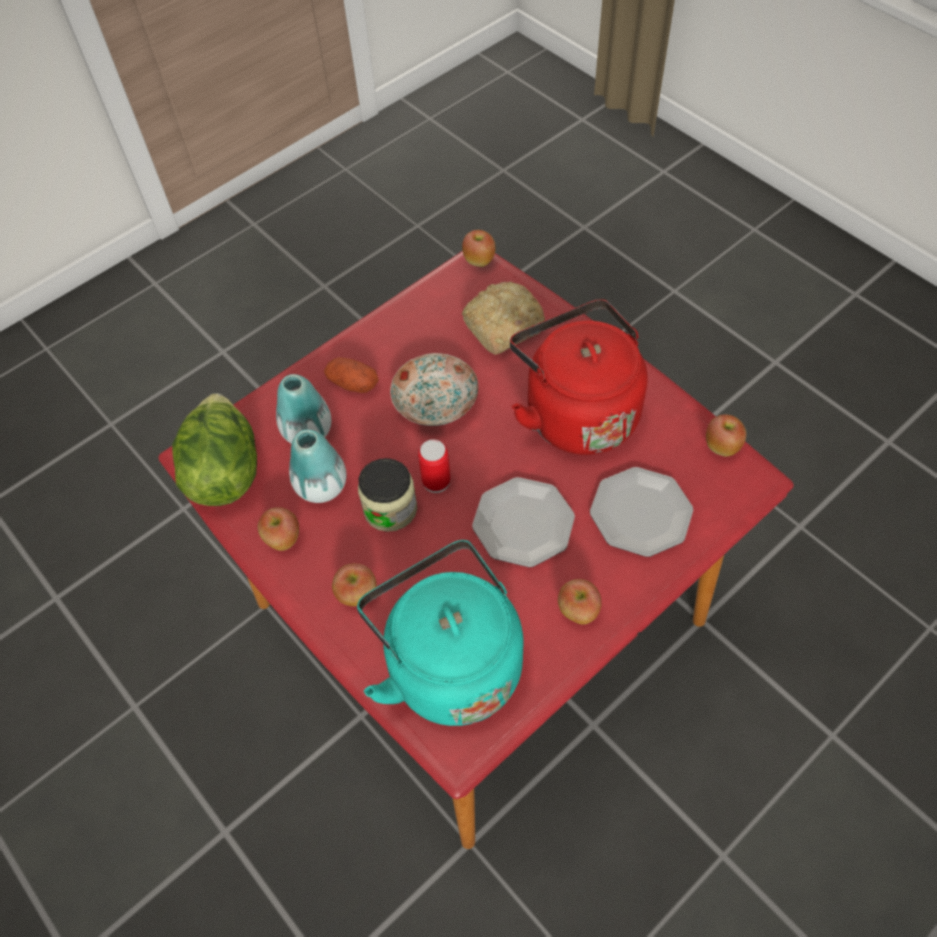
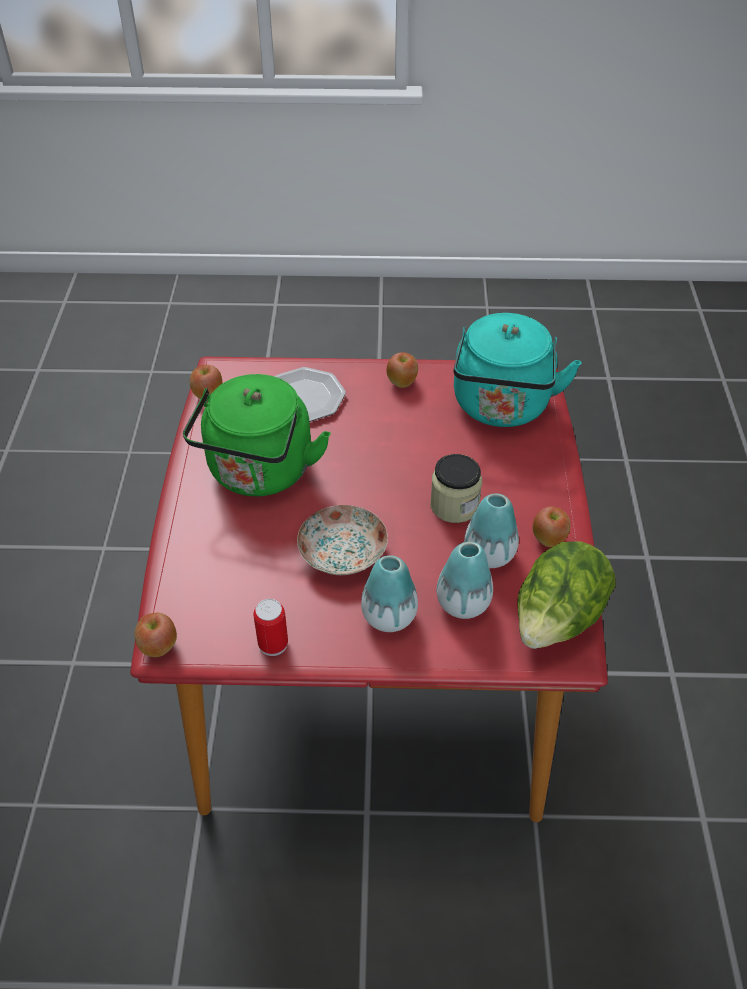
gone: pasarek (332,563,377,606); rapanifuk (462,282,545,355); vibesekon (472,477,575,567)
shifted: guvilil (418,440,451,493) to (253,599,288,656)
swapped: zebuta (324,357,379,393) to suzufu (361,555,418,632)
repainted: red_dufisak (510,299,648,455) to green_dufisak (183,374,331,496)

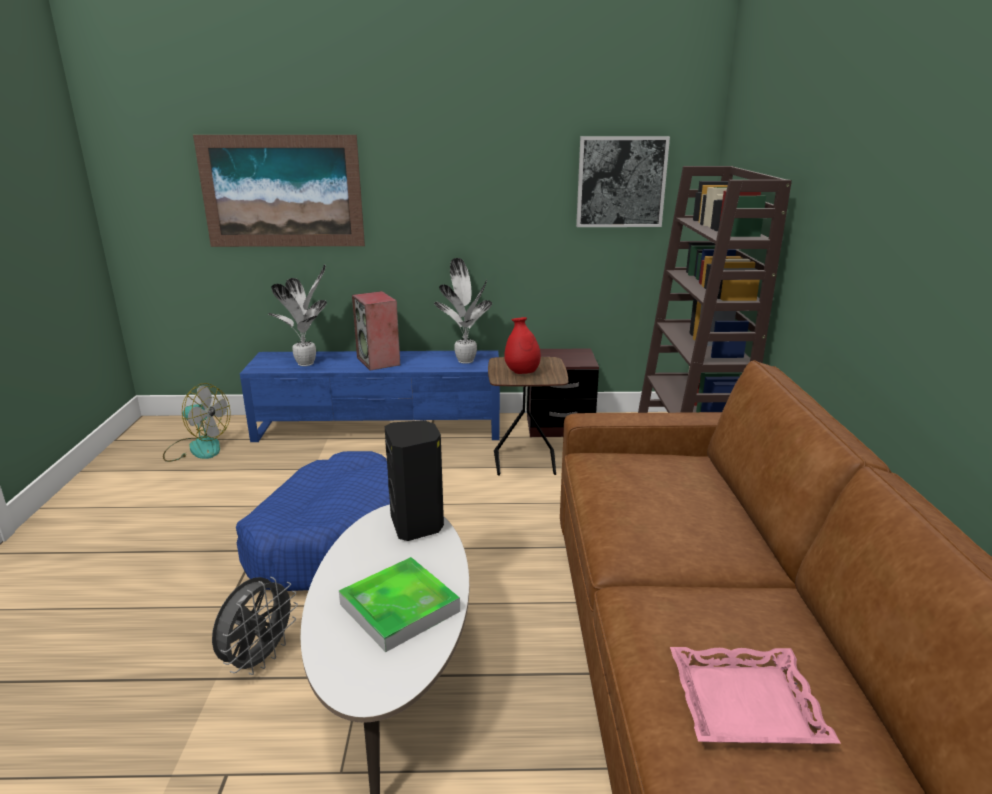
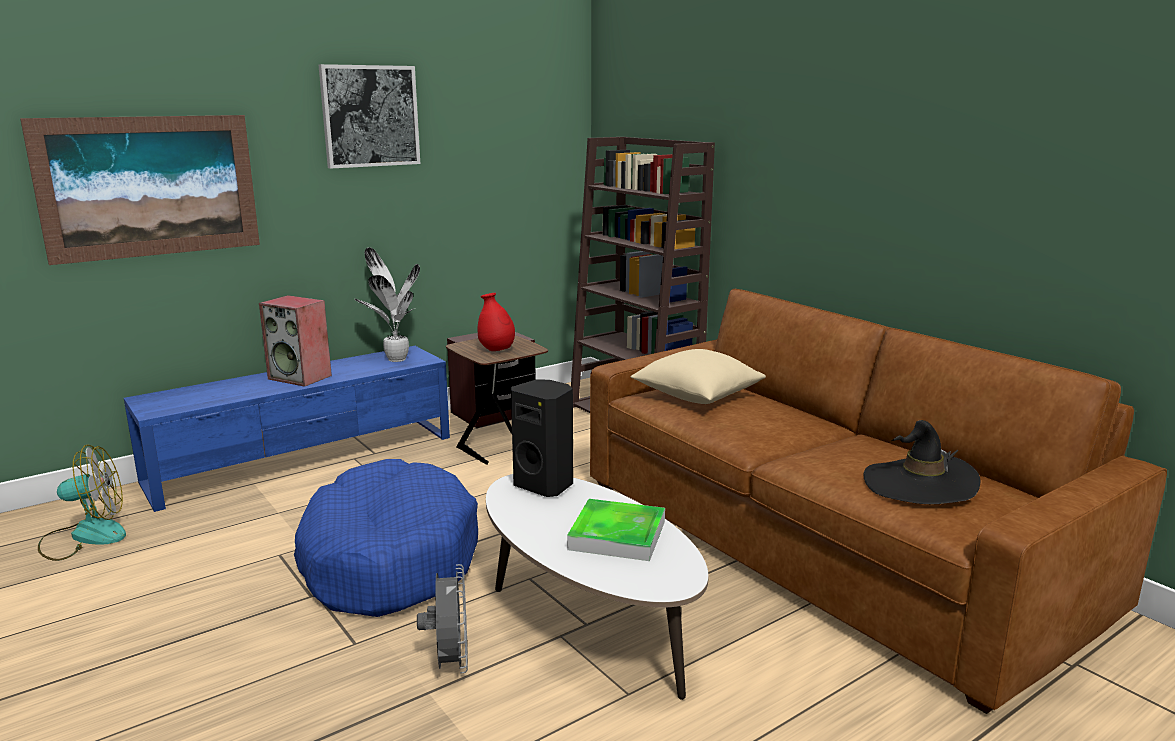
gone: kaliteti (268,264,327,366)
new: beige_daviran (631,349,766,404)
shifted: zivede (576,136,670,227) to (318,64,420,169)
swapped: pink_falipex (670,647,841,744) to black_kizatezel (863,420,980,504)

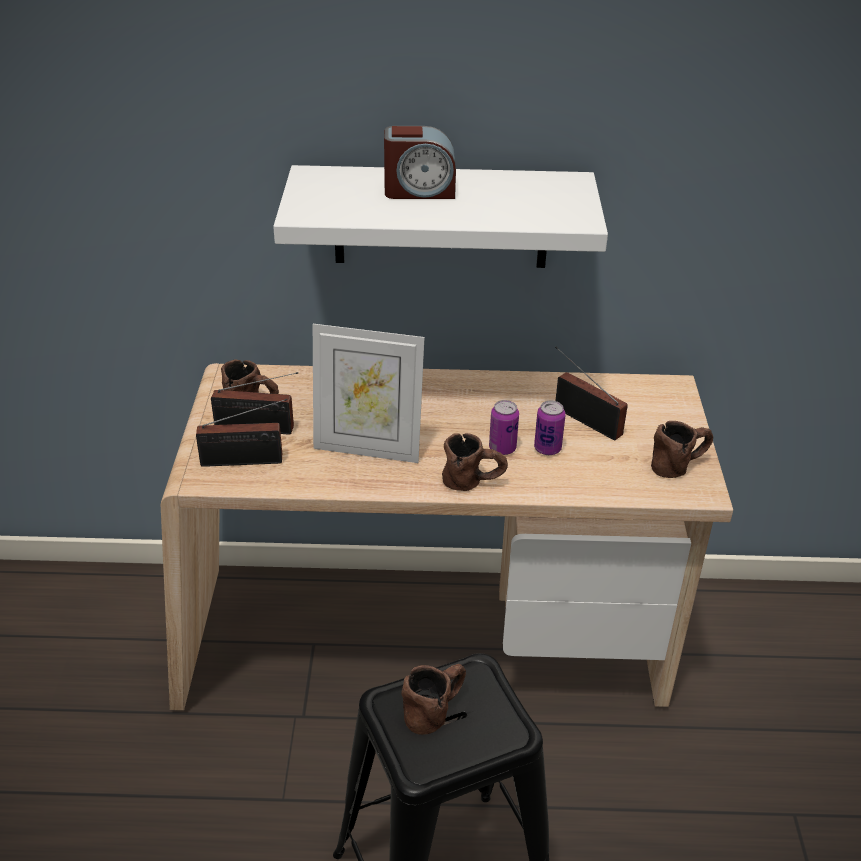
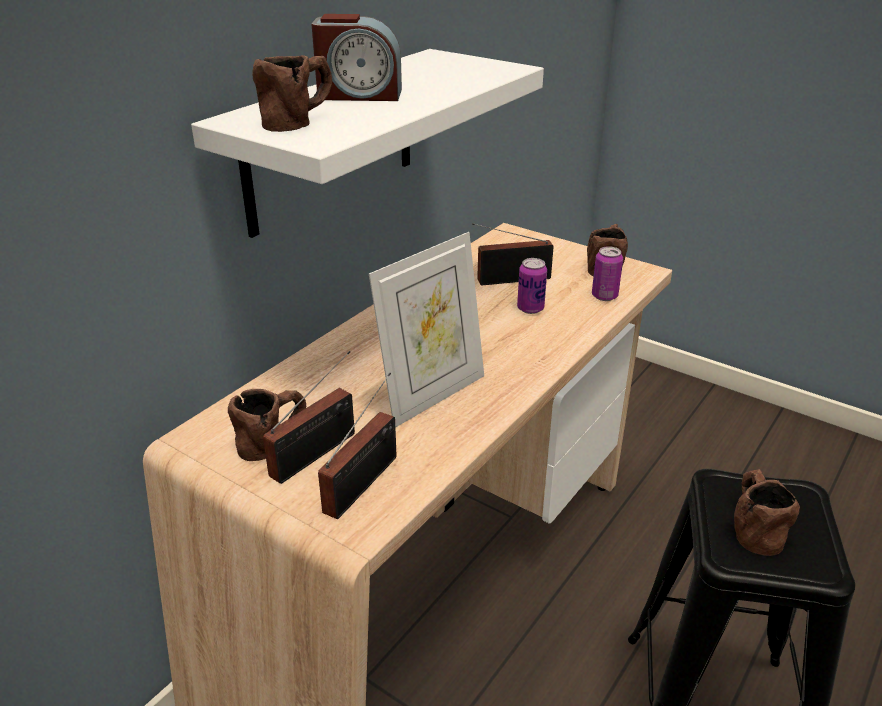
shifted: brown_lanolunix (442,433,508,491) to (252,55,332,132); guvilil (489,400,519,455) to (592,246,623,301)
rotated: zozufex (384,126,456,199) = (312,14,402,101) 60 degrees clockwise

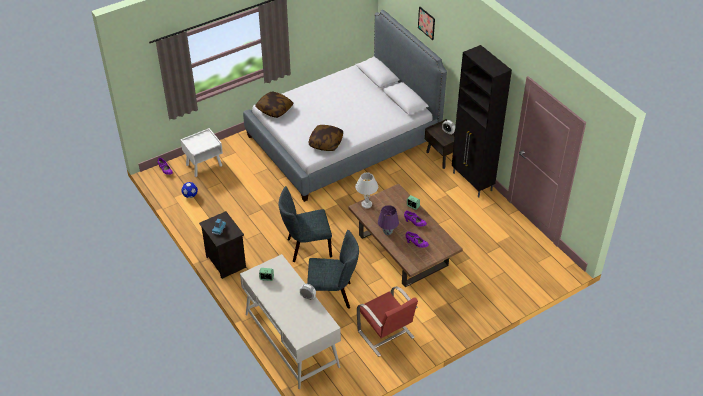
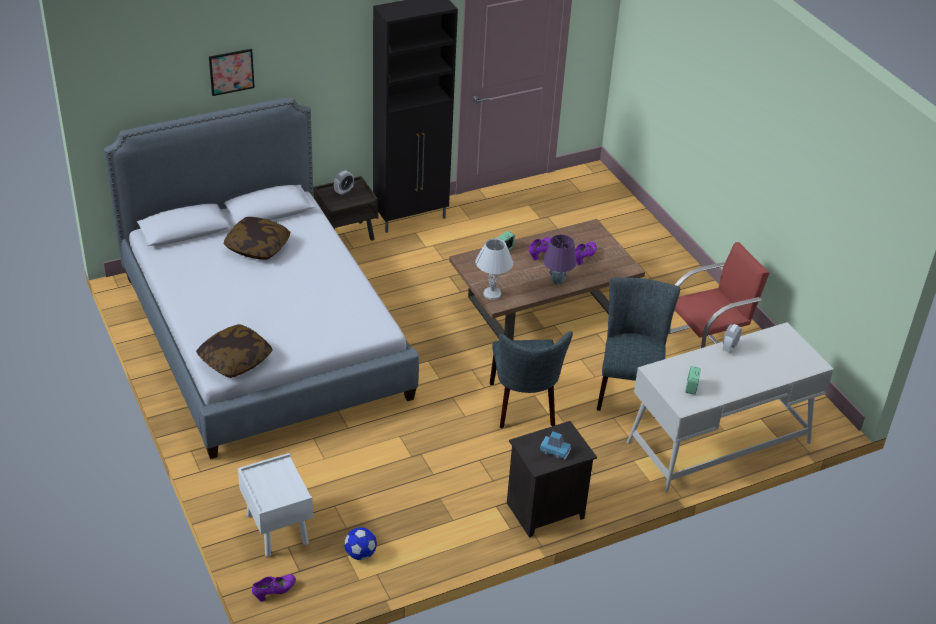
shifted: daviran (309,125,343,151) to (224,217,290,260)

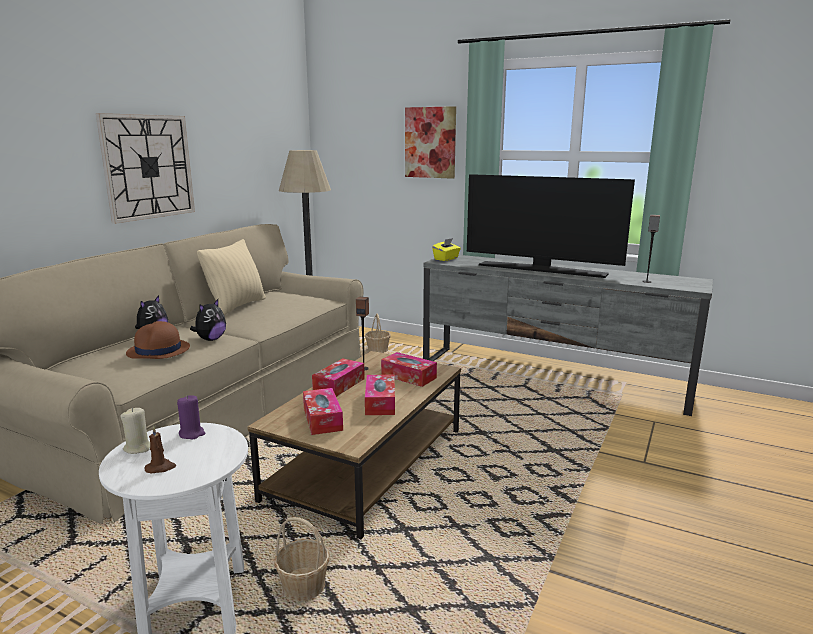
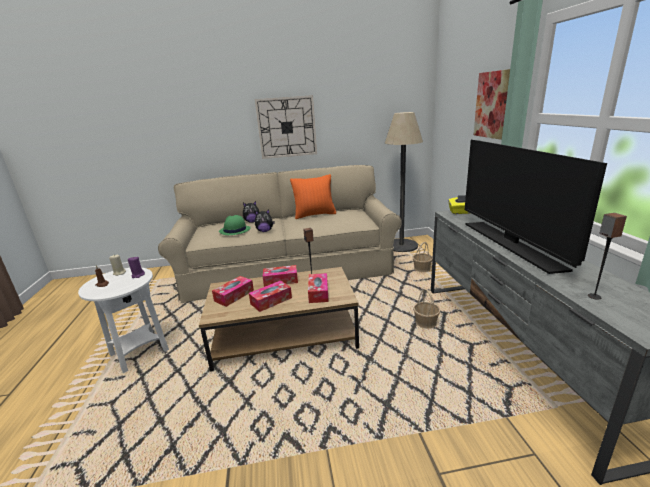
shifted: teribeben (274,517,330,601) to (413,289,440,329)
repainted: brown_kizatezel (126,321,190,359) to green_kizatezel (219,215,251,235); beige_daviran (197,239,266,315) to orange_daviran (290,174,336,219)

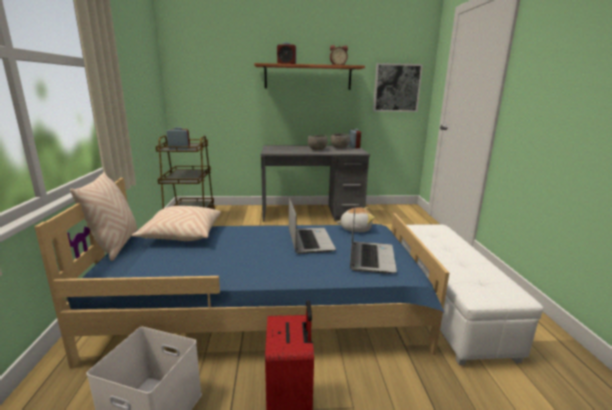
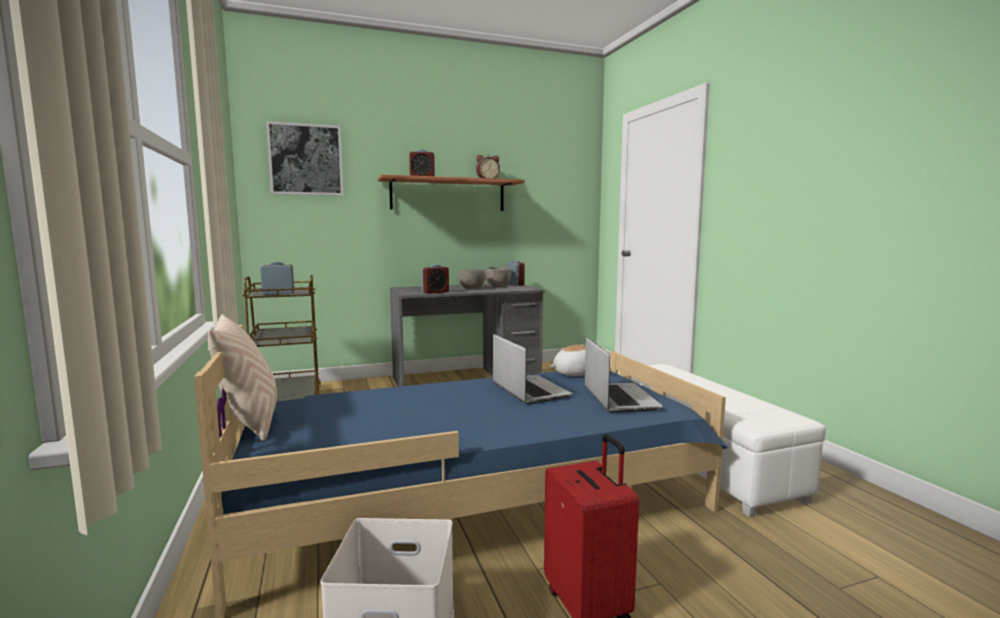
gone: beige_daviran (132,206,221,241)
new: zozufex (421,264,449,294)
shifted: zivede (373,63,423,112) to (266,121,343,196)

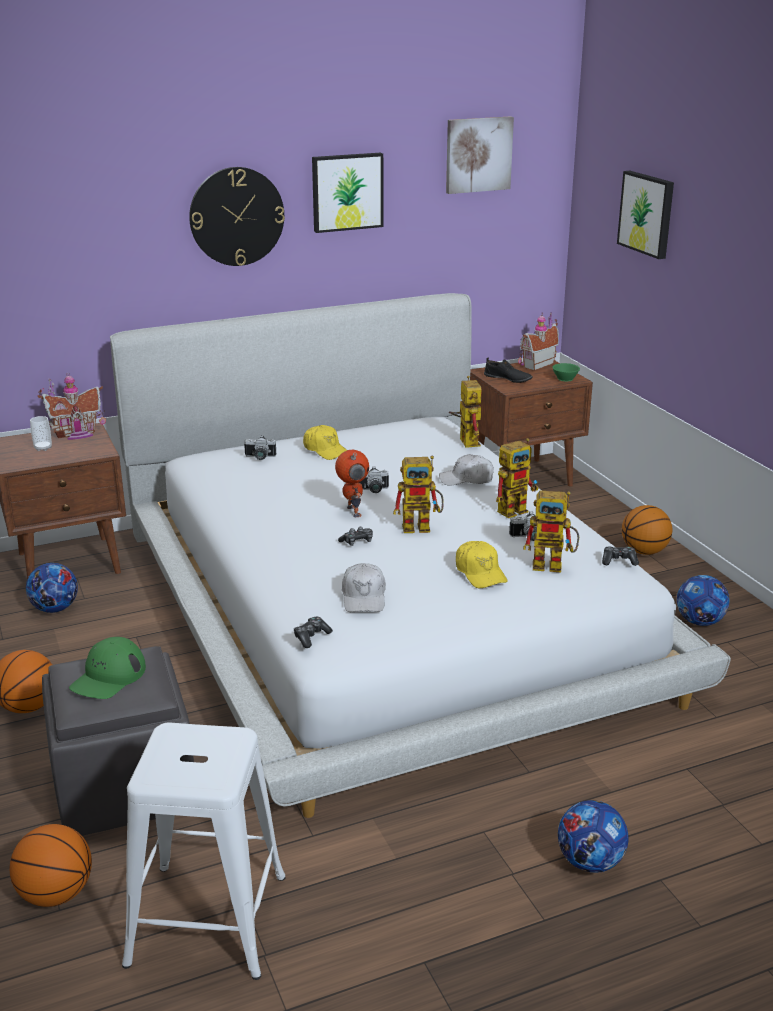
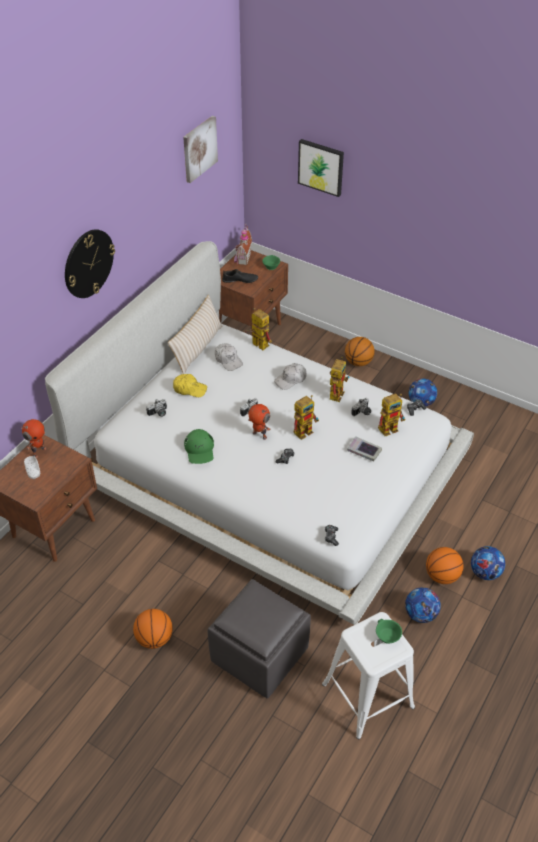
gone: zivede (312,153,383,233)
new: beige_daviran (168,295,222,374); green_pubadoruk (376,619,402,644)
shifted: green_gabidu (69,637,146,699) to (184,429,214,464); white_gabidu (342,563,386,612) to (215,344,243,371); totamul (26,563,78,613) to (405,587,441,623); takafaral (10,824,92,907) to (426,547,464,584)
swapped: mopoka (38,372,106,440) to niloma (22,419,46,458); yellow_gabidu (456,541,508,588) to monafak (347,436,382,461)

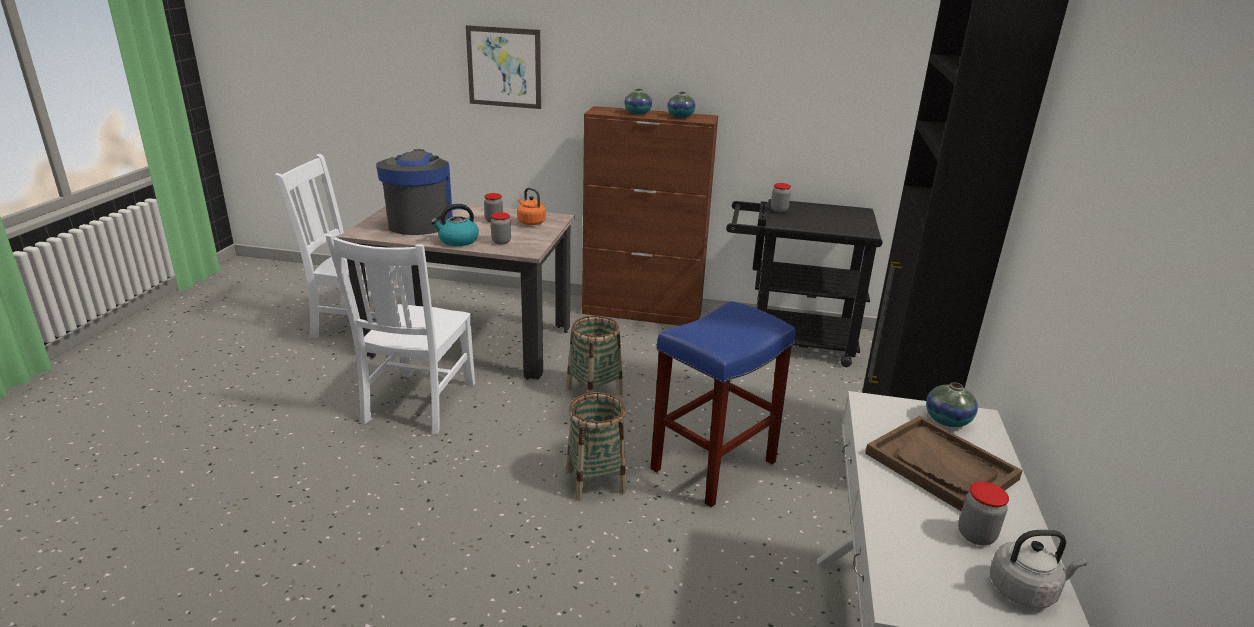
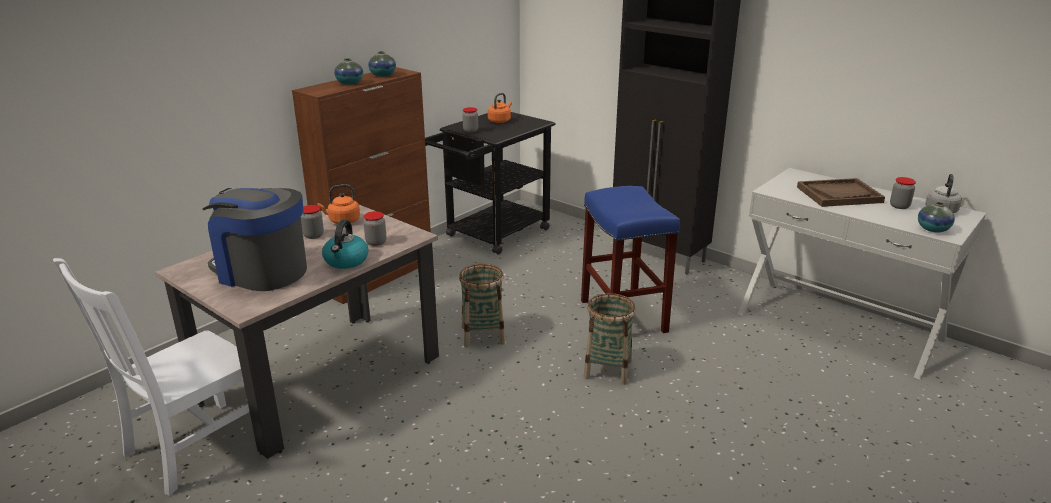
gone: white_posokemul (325,234,475,434); zivede (466,25,541,109)
new: orange_dufisak (488,93,512,123)
shifted: suzufu (926,382,978,427) to (918,202,955,232)

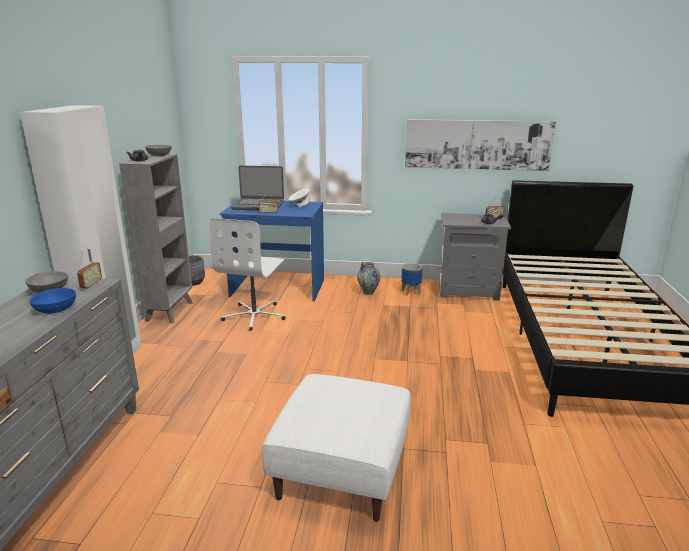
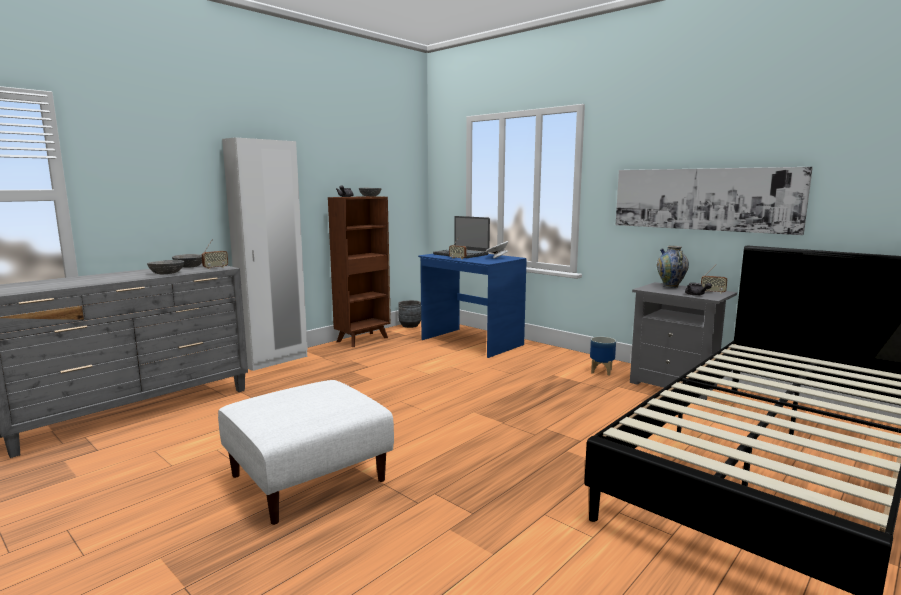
gone: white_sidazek (209,218,286,331)
shifted: suzufu (357,262,380,295) to (657,246,689,288)
repainted: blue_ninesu (29,288,76,314) to grey_ninesu (147,260,184,274); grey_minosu (119,154,193,324) to brown_minosu (328,196,391,347)

